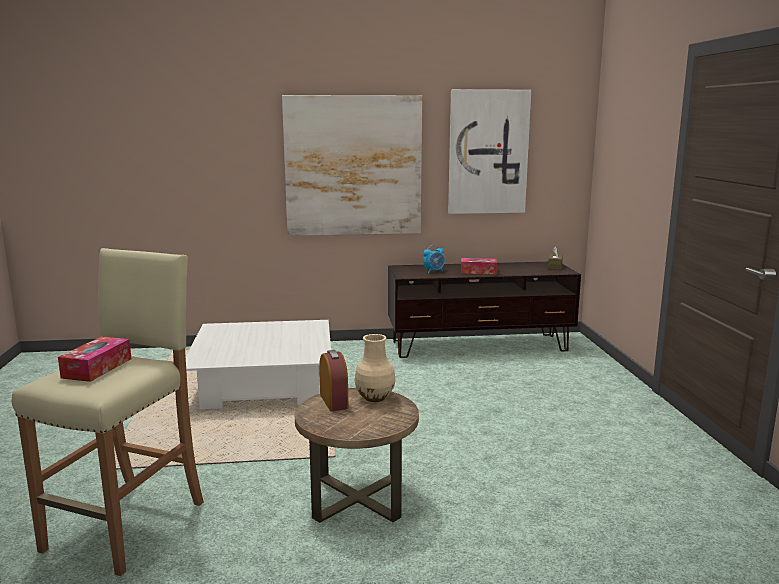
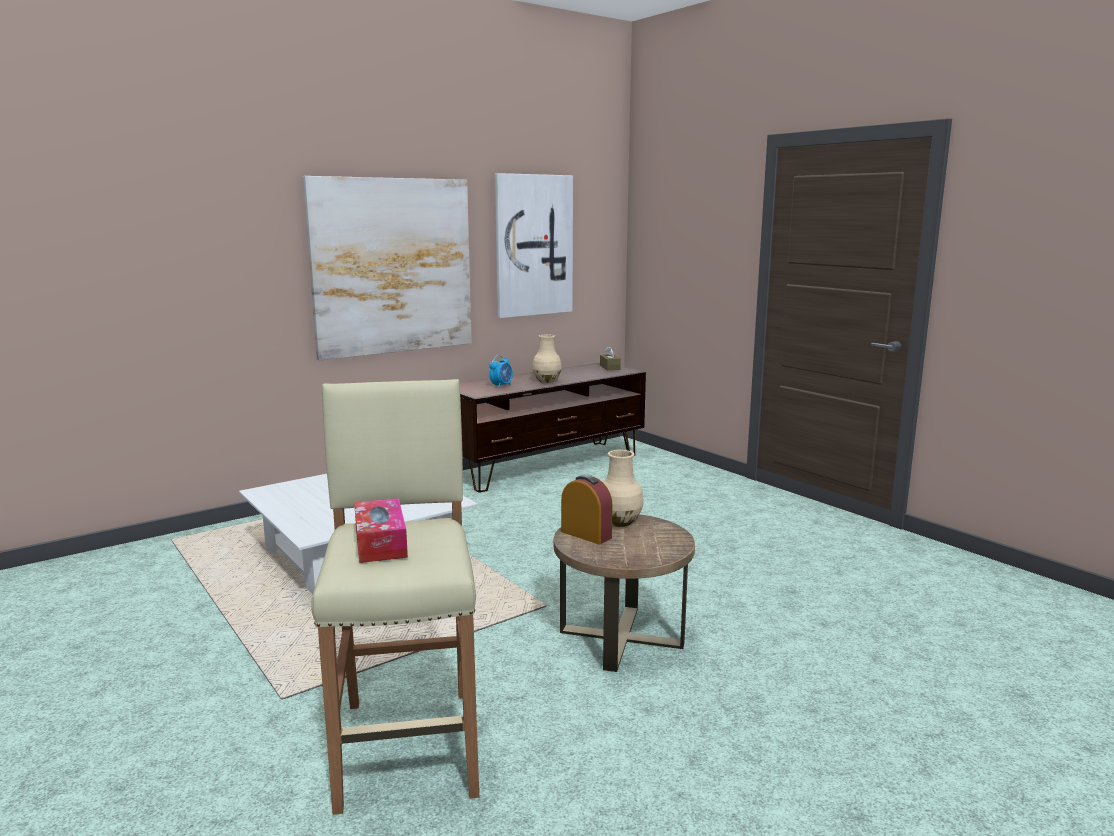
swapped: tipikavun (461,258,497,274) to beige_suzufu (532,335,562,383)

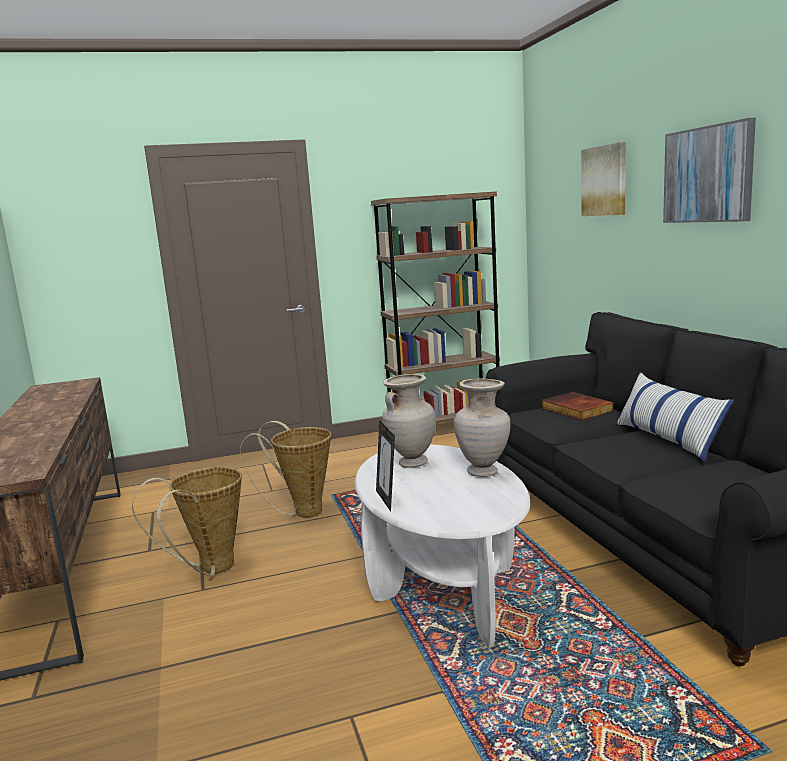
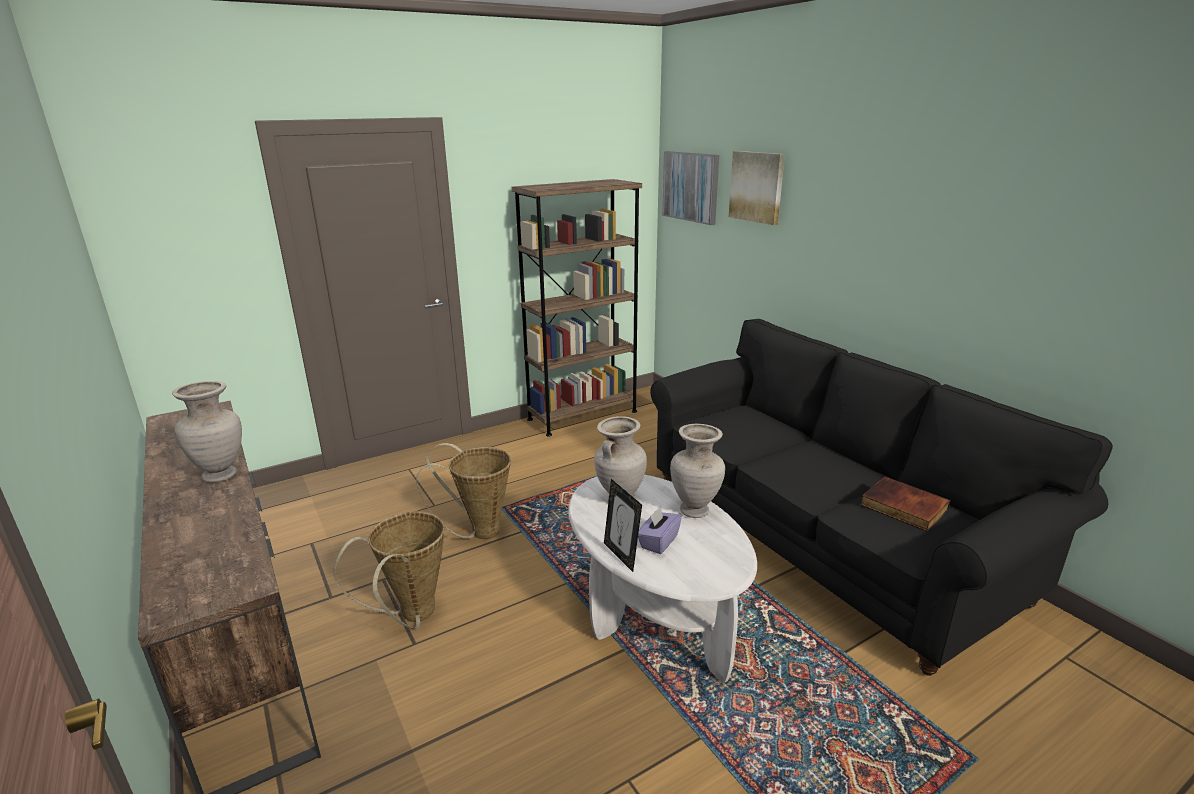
gone: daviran (615,372,734,462)
new: beige_suzufu (172,381,242,483); purple_tipikavun (638,506,682,554)
shifted: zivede (663,118,756,223) to (662,151,719,225); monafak (541,392,614,420) to (860,477,951,532)

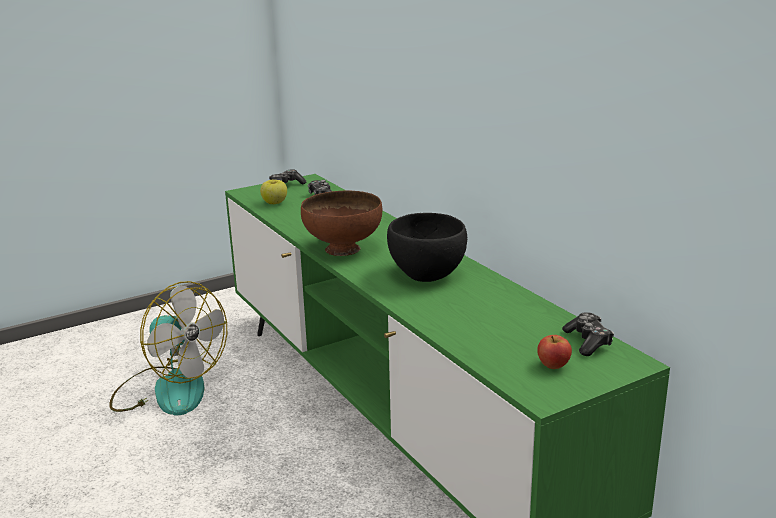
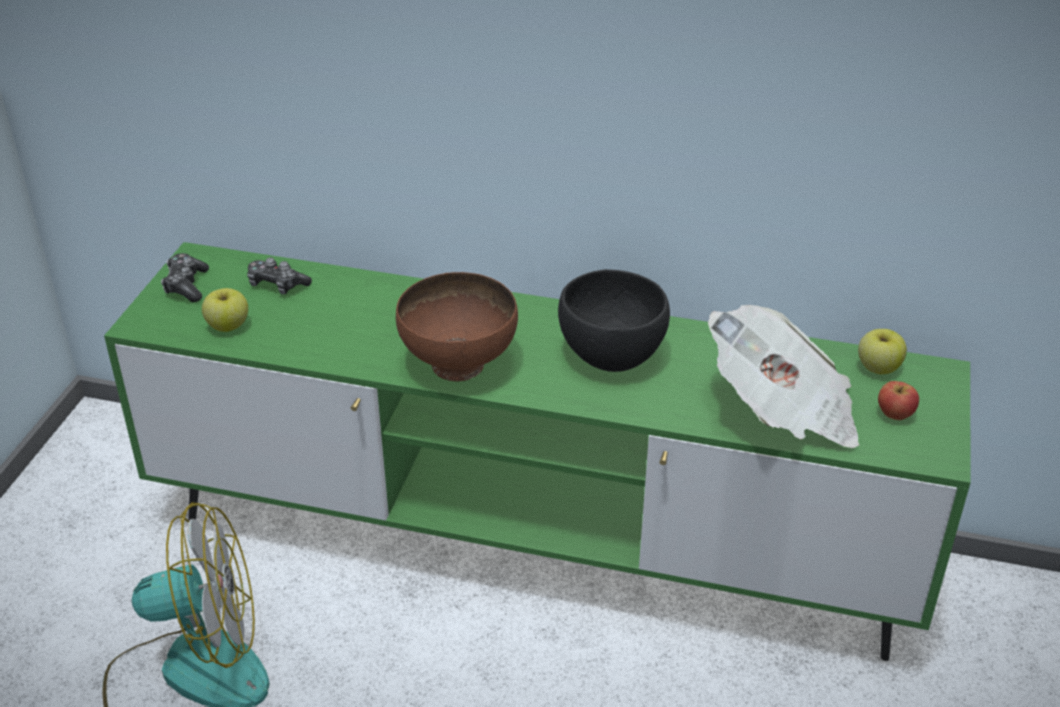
new: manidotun (708,305,859,448)
swapped: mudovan (562,312,614,356) to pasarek (858,329,907,374)

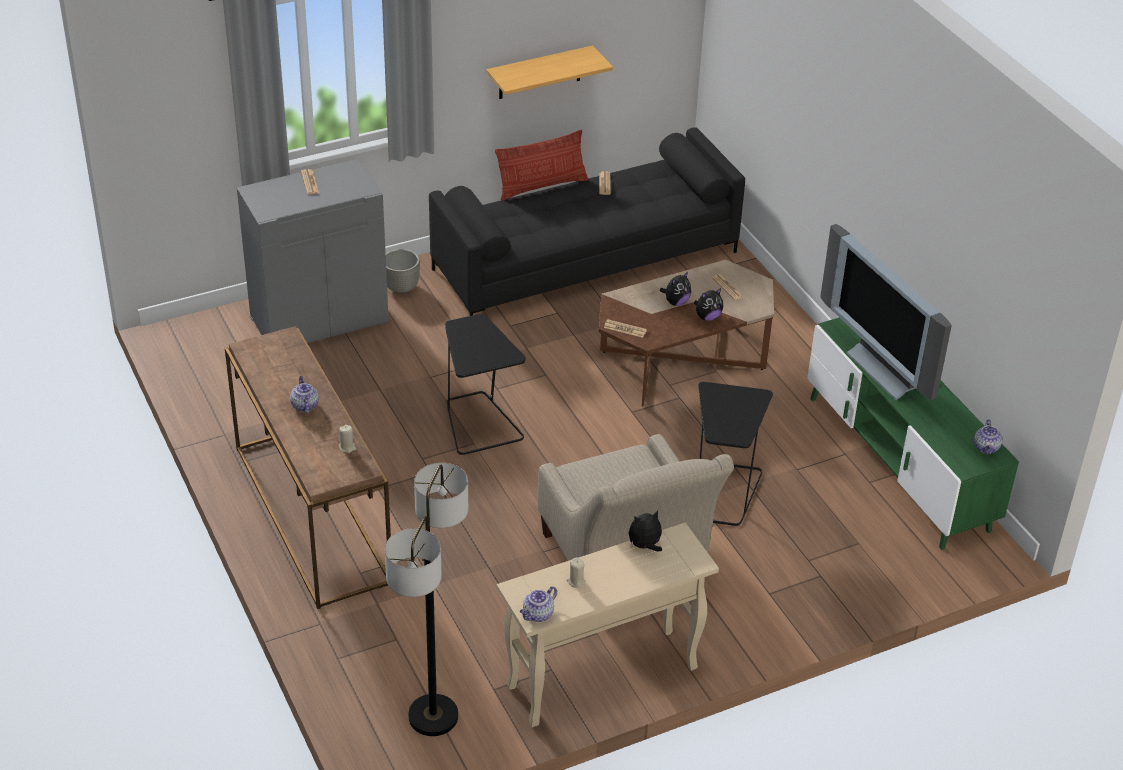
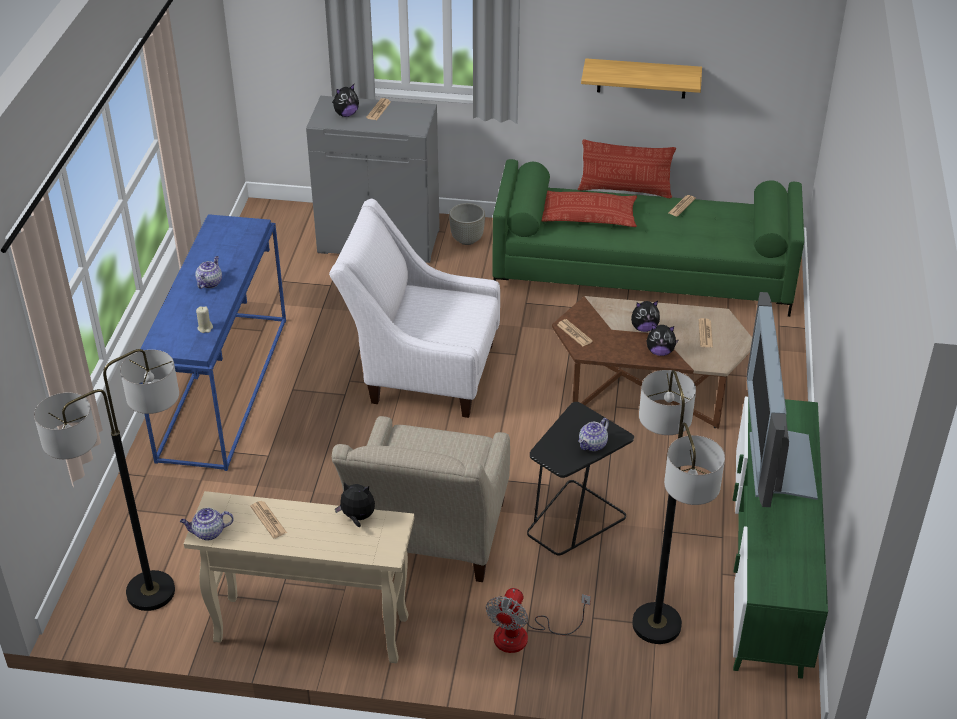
new: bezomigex (332,84,359,117); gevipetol (486,588,591,653); daviran (541,190,637,227); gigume (632,370,725,644)
shifted: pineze (974,419,1002,455) to (578,418,609,451)
swapped: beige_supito (566,557,585,588) to manidotun (250,501,287,538); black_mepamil (445,314,526,455) to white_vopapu (329,199,500,418)
repainted: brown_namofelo (225,326,391,609) to blue_namofelo (139,214,286,471); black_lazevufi (429,127,745,316) to green_lazevufi (492,159,804,317)

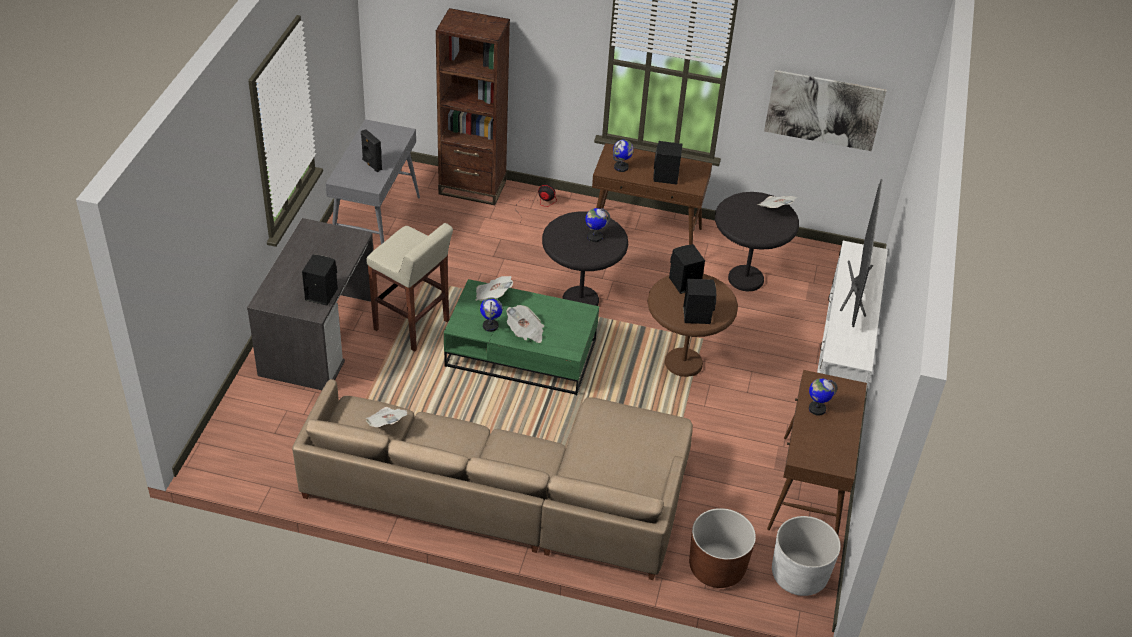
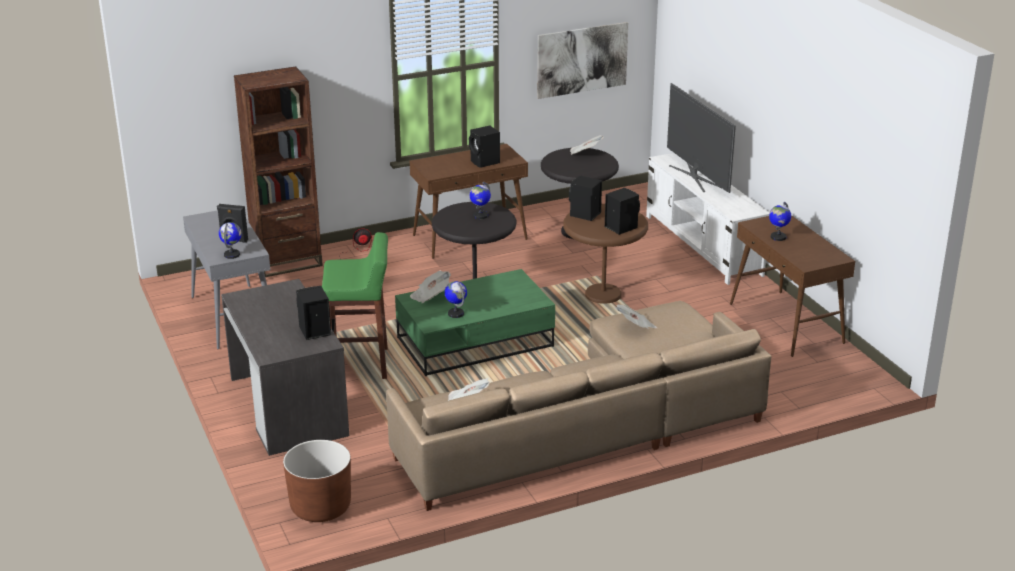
gone: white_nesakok (772,516,841,596)
shifted: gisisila (613,140,634,172) to (219,222,242,259); brown_nesakok (689,508,756,588) to (283,440,351,522); manidotun (507,305,544,343) to (615,304,658,329)
repainted: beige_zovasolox (367,223,453,352) to green_zovasolox (322,232,388,379)

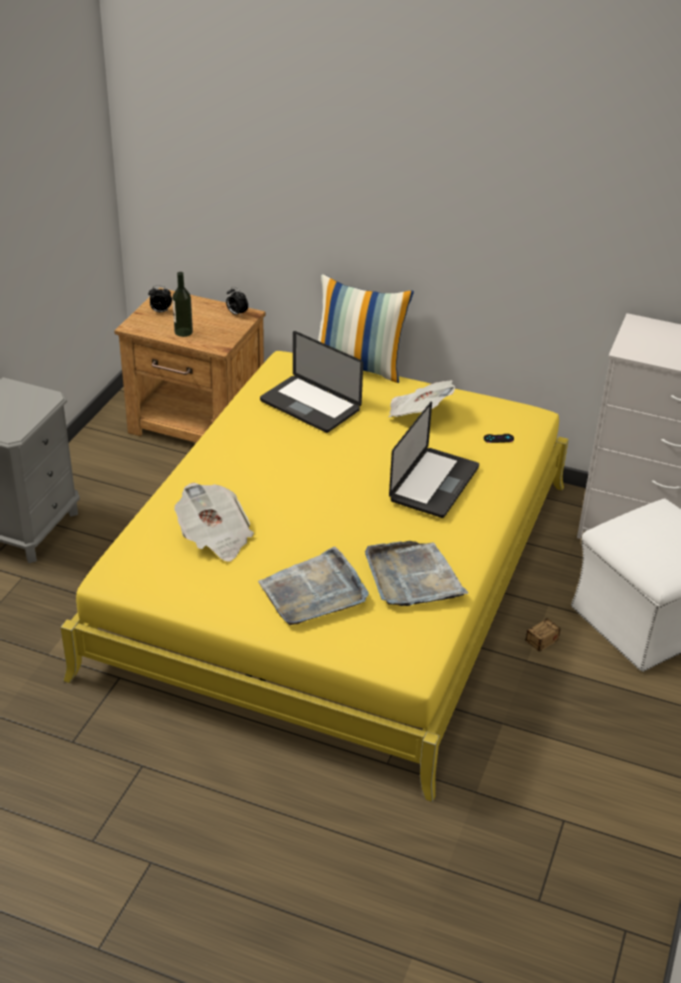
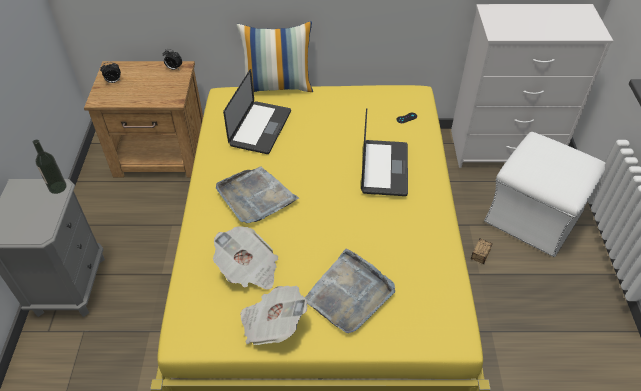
shifted: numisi (172,272,193,337) to (33,139,67,194); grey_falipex (365,541,468,606) to (216,166,299,223); manidotun (388,380,455,417) to (240,286,307,345)
rotated: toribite (260,331,363,433) = (223,69,291,154) 90 degrees counterclockwise

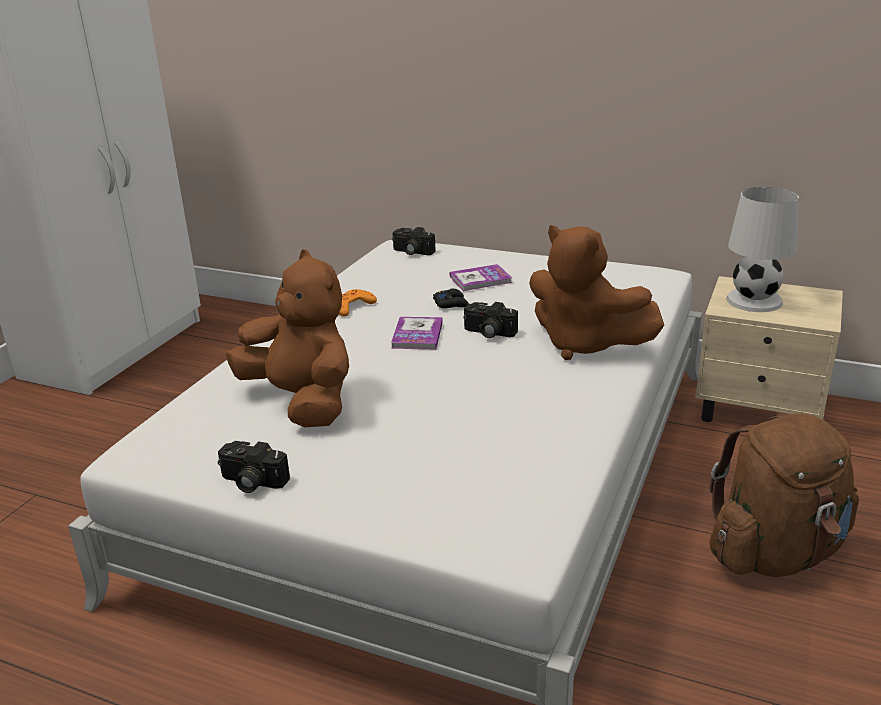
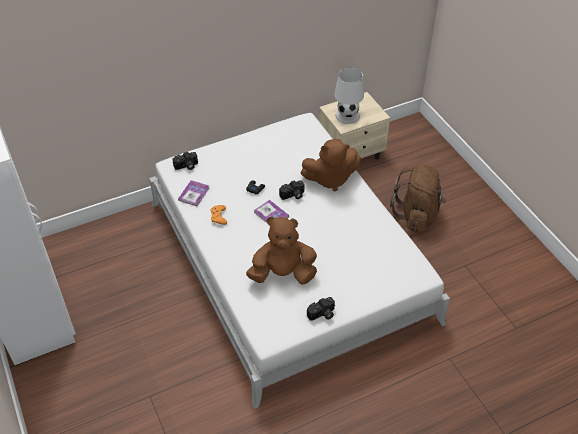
shifted: monafak (450,264,512,291) to (178,180,209,206)

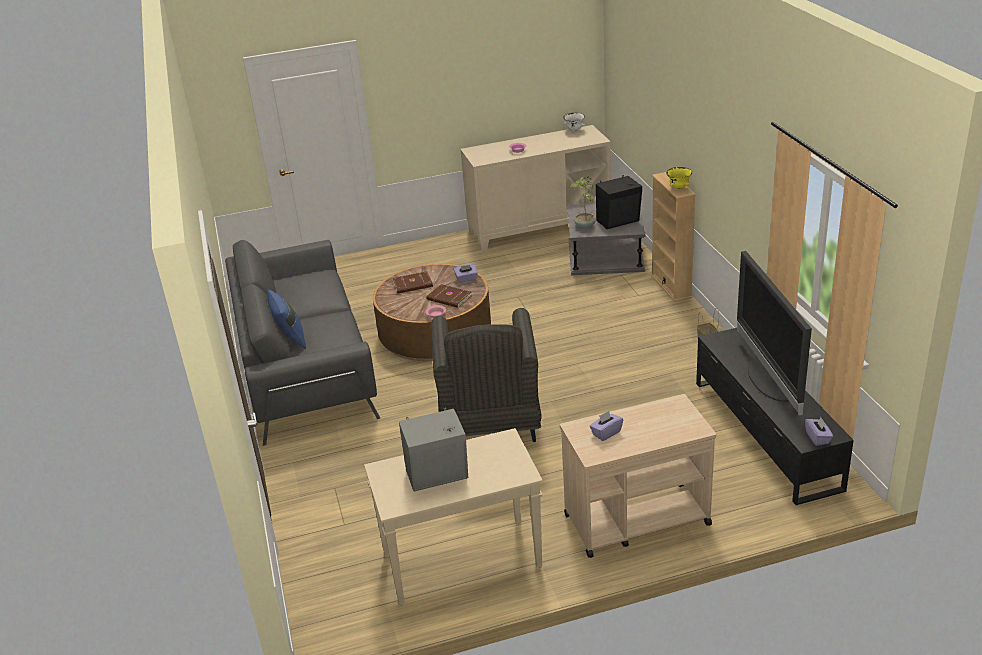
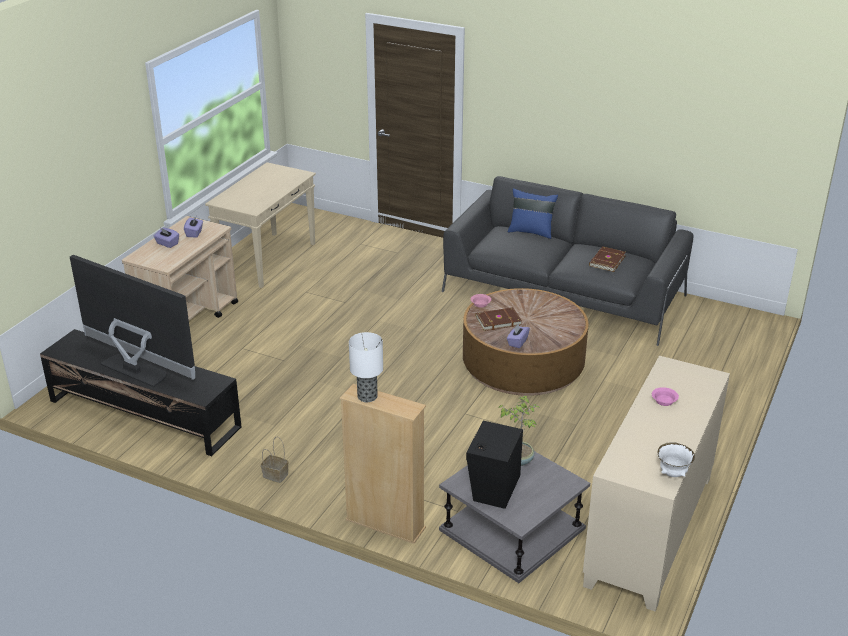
gone: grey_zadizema (399,408,468,491); grey_vopapu (431,308,542,442)
shifted: purple_tipikavun (805,417,833,446) to (154,228,179,248); brown_monafak (392,271,433,294) to (589,246,626,272)
swapped: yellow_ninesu (666,167,692,189) to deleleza (349,332,383,402)

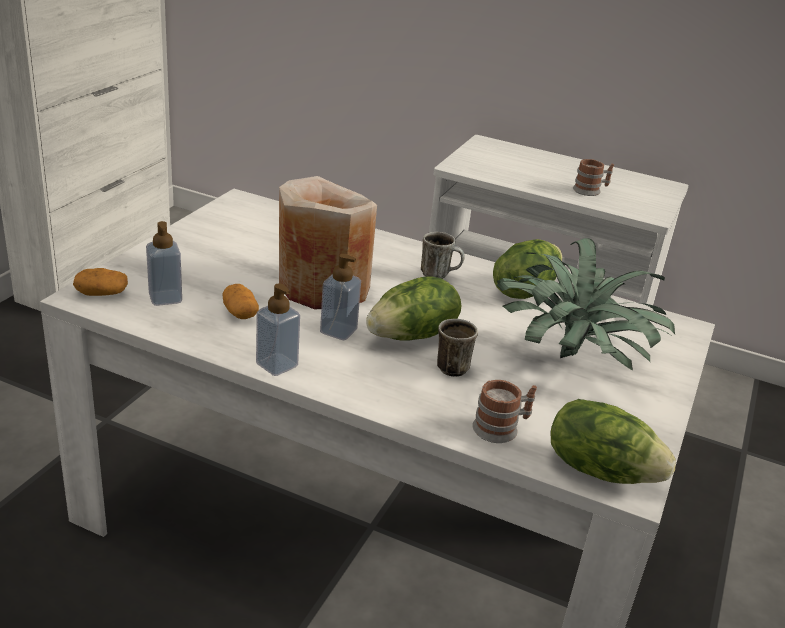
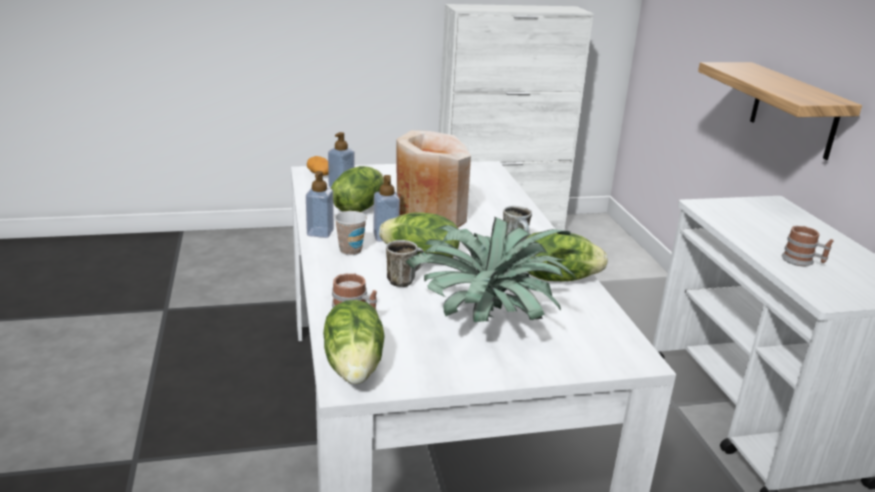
new: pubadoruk (334,211,367,255); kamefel (698,62,862,160)
swapped: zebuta (222,284,259,319) to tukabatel (331,166,384,212)

